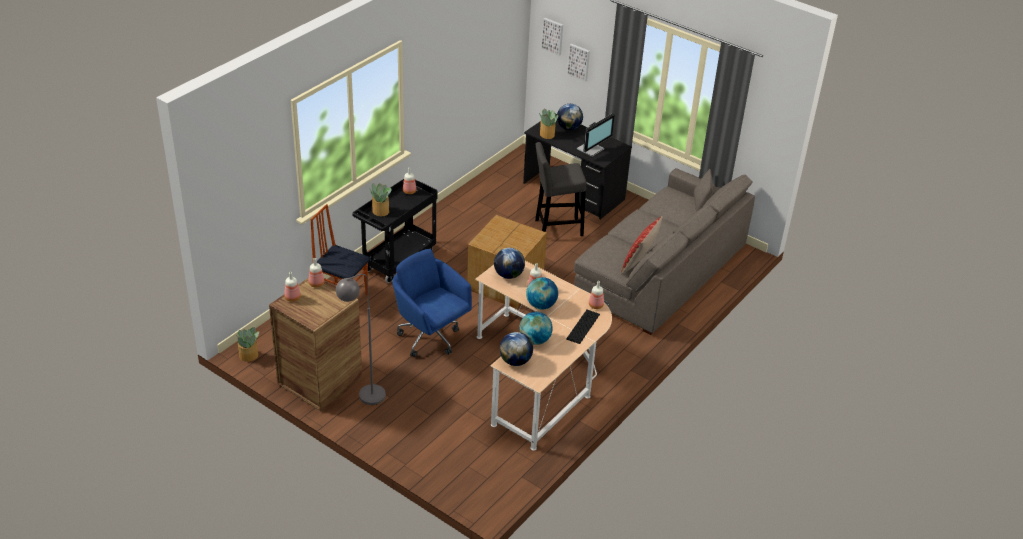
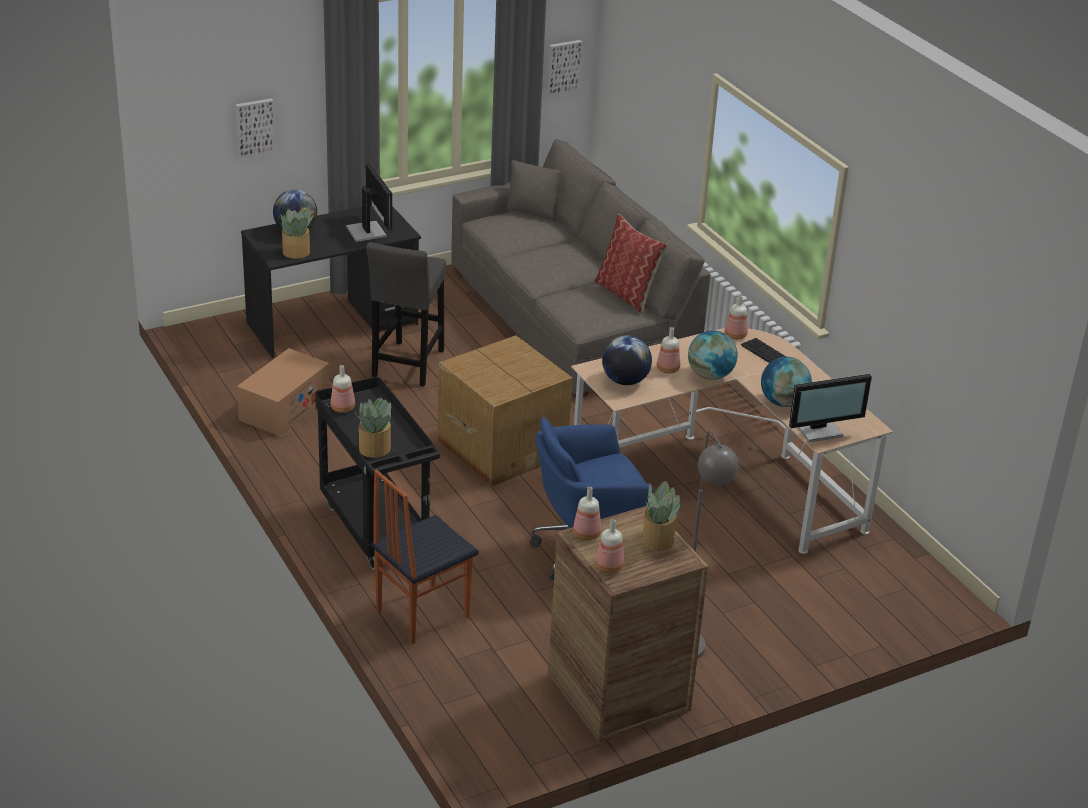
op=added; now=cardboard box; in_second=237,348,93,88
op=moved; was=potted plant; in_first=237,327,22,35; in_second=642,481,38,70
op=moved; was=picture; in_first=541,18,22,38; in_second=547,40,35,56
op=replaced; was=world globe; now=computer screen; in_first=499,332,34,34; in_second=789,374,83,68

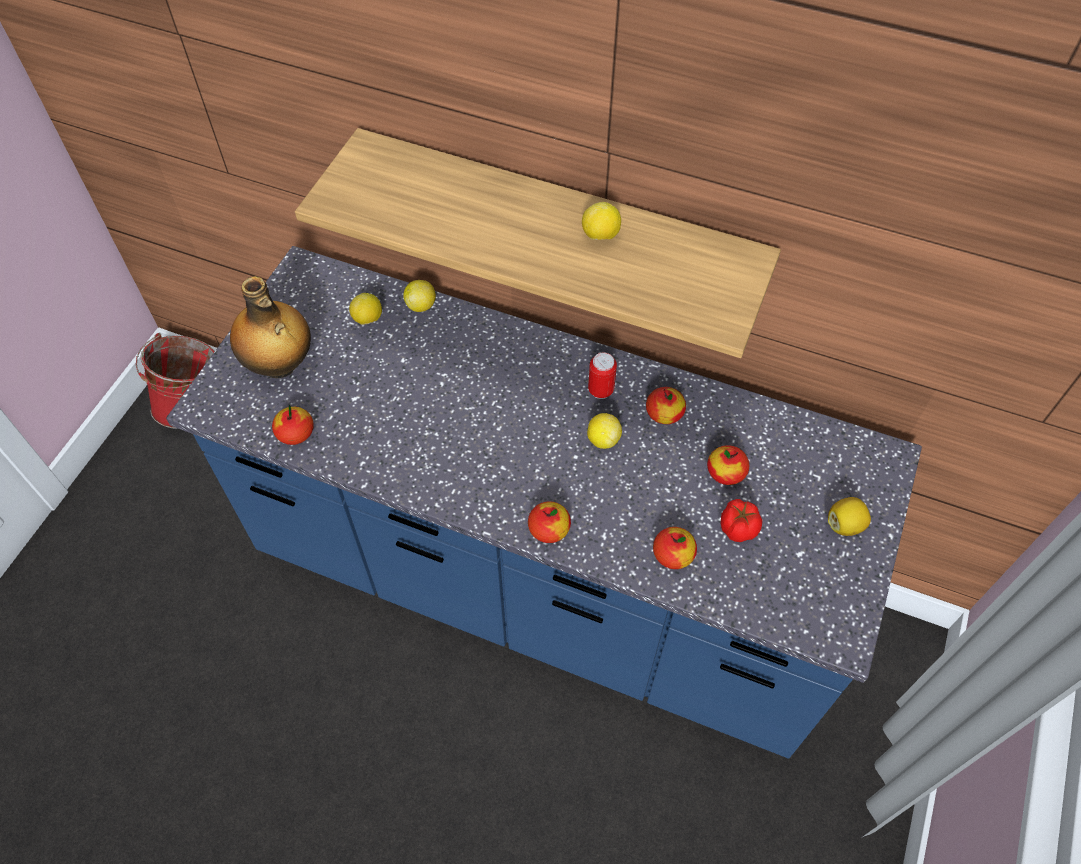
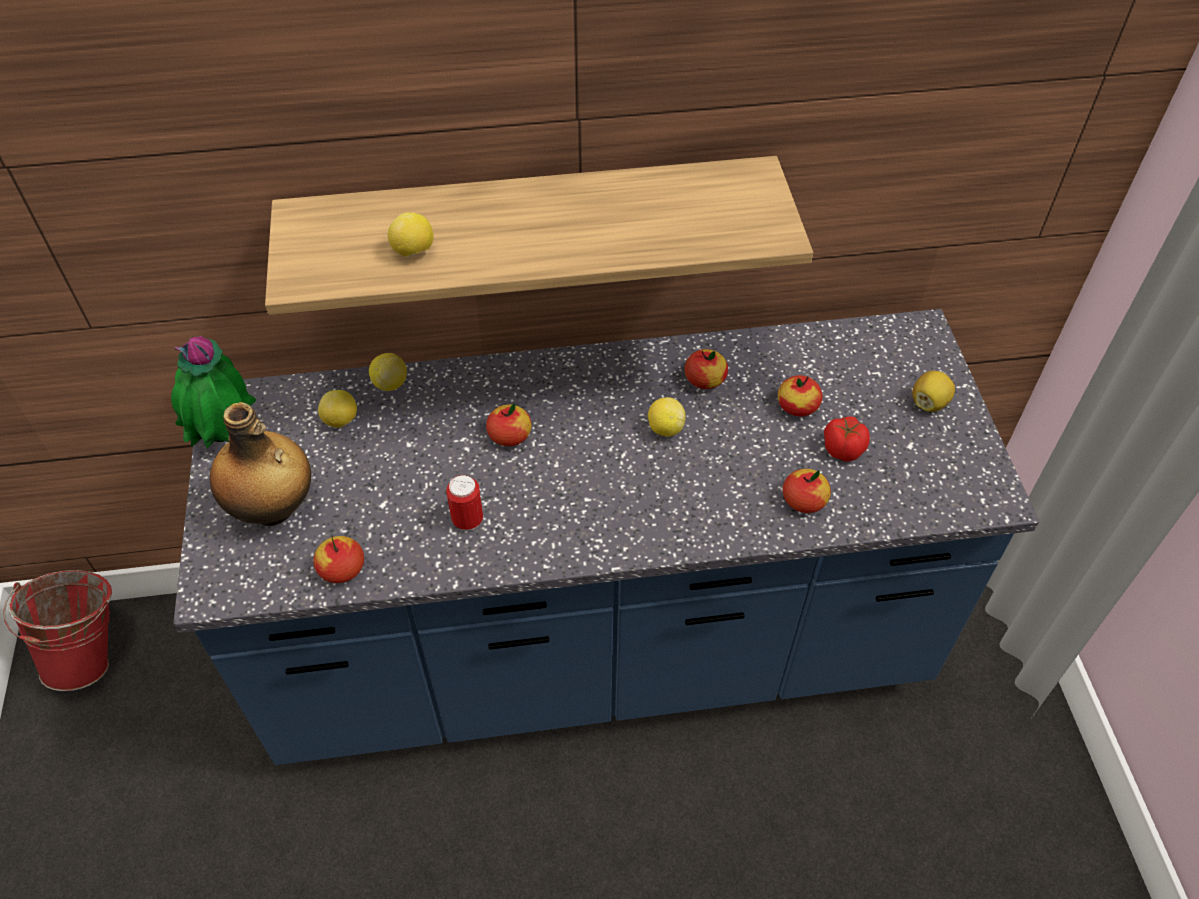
op=added; now=potted plant; in_second=171,336,85,113
op=moved; was=whole apple; in_first=528,501,43,42; in_second=486,404,46,42
op=moved; was=lemon; in_first=582,202,39,38; in_second=388,212,45,45
op=moved; was=can; in_first=588,353,29,46; in_second=446,475,37,56

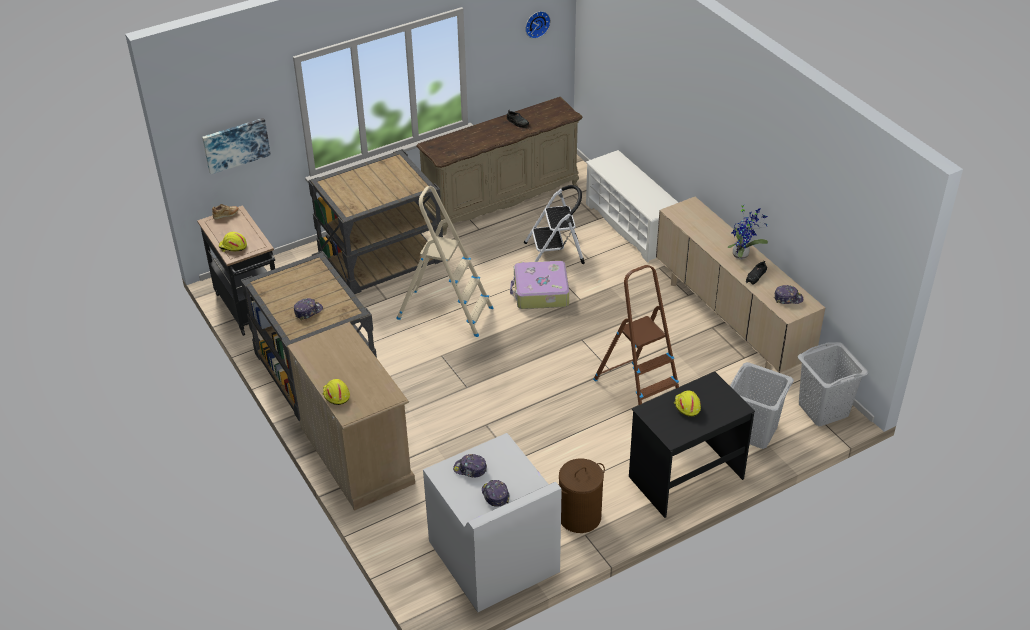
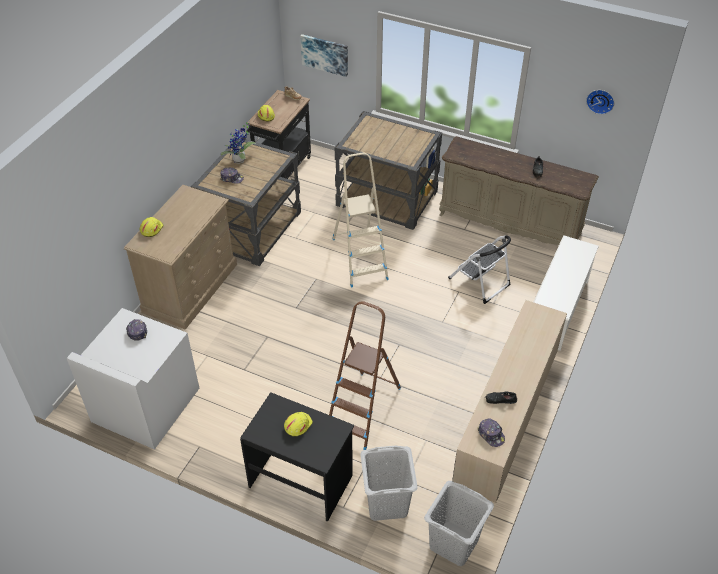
op=removed; was=peaked cap; in_first=482,480,27,27
op=removed; was=travel case; in_first=510,261,59,48
op=removed; was=hamper (brown-coloured); in_first=558,458,47,75
op=moved; was=potted plant; in_first=727,203,41,56; in_second=220,121,36,43

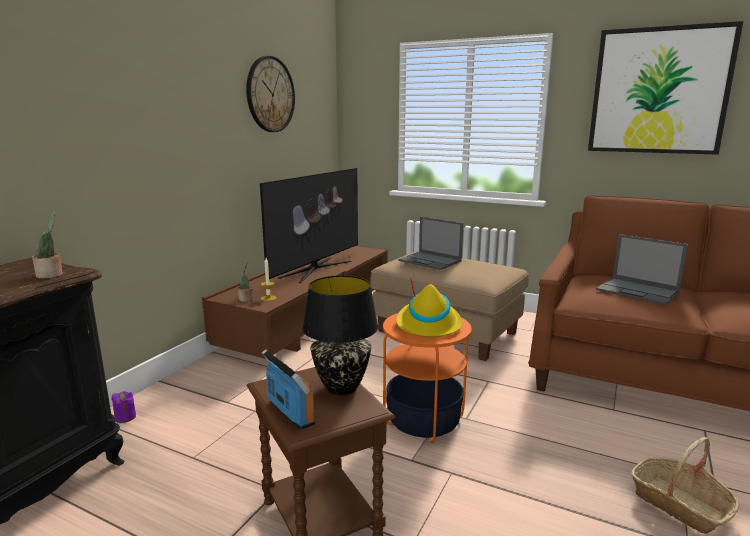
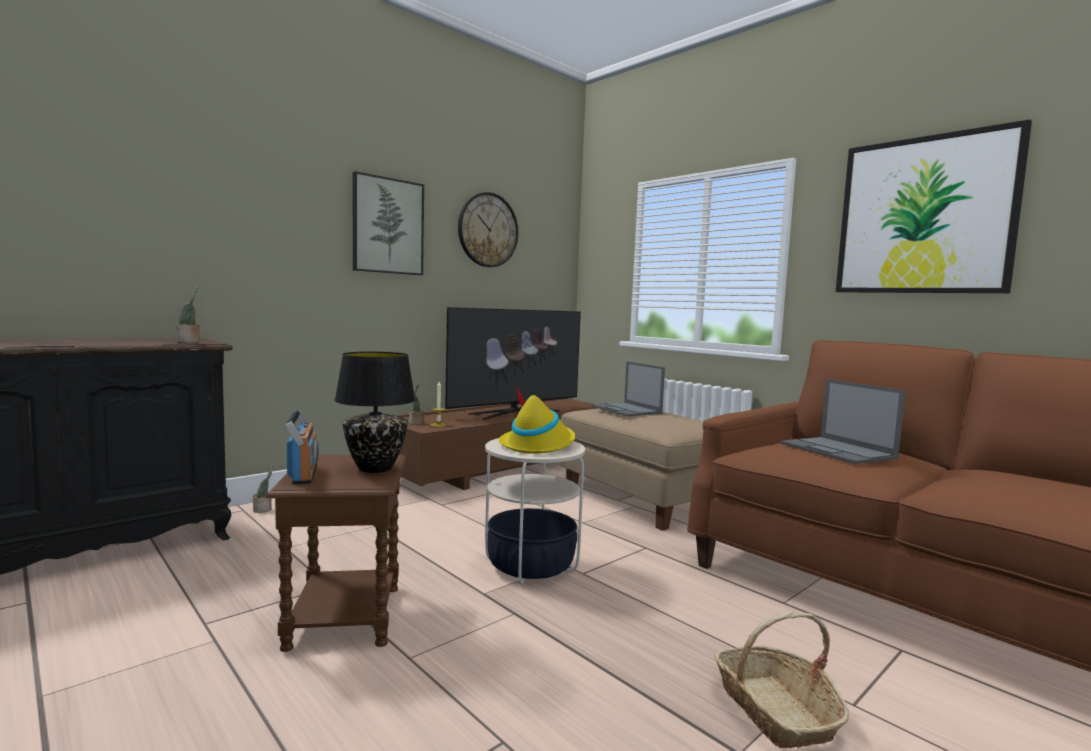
op=added; now=picture; in_second=353,171,71,104
op=replaced; was=wax light (purplish); now=potted plant; in_first=112,391,24,32; in_second=253,463,21,50
op=recoloured; was=end table (orange-coloured); now=end table (beige-coloured); in_first=383,313,89,130; in_second=485,438,100,147

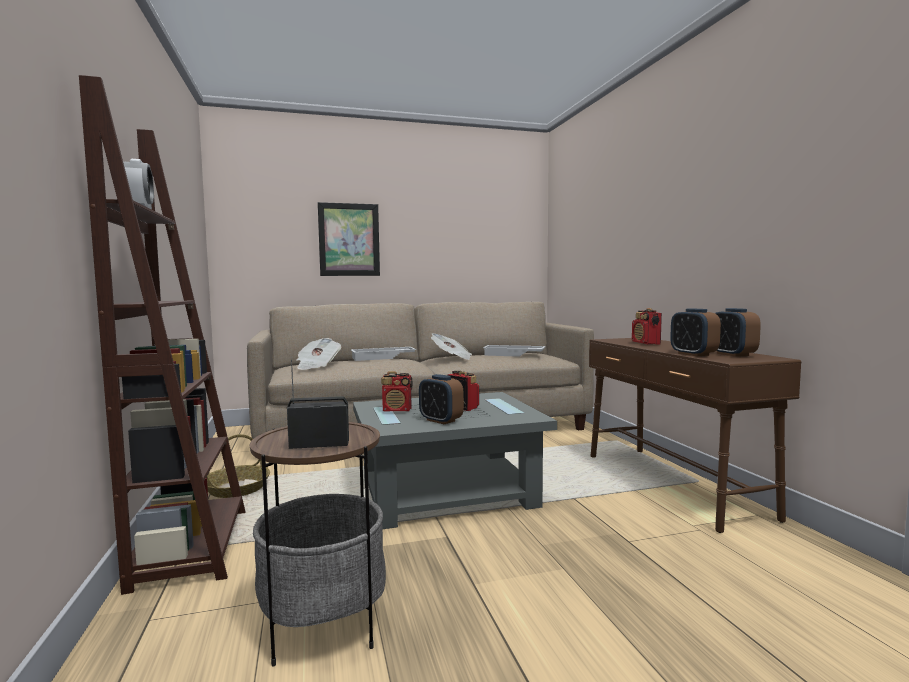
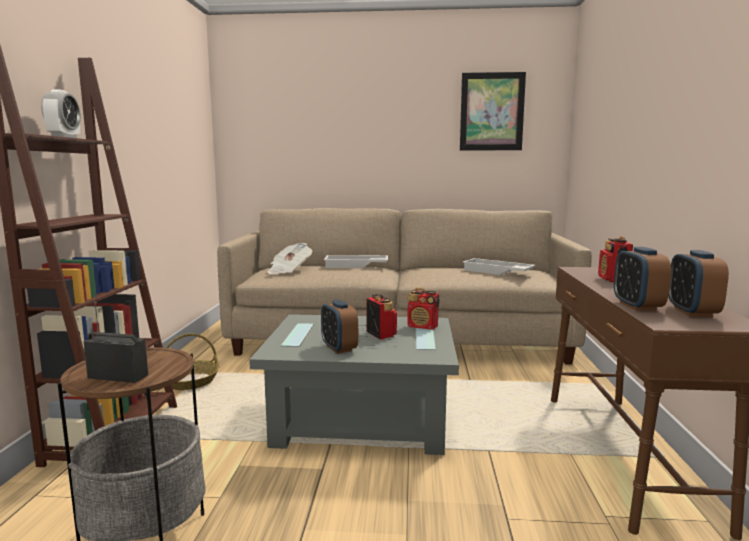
op=removed; was=newspaper; in_first=431,333,41,27
op=moved; was=picture; in_first=318,202,62,74; in_second=460,72,66,78
op=moved; was=radio set; in_first=381,371,32,40; in_second=408,287,31,42

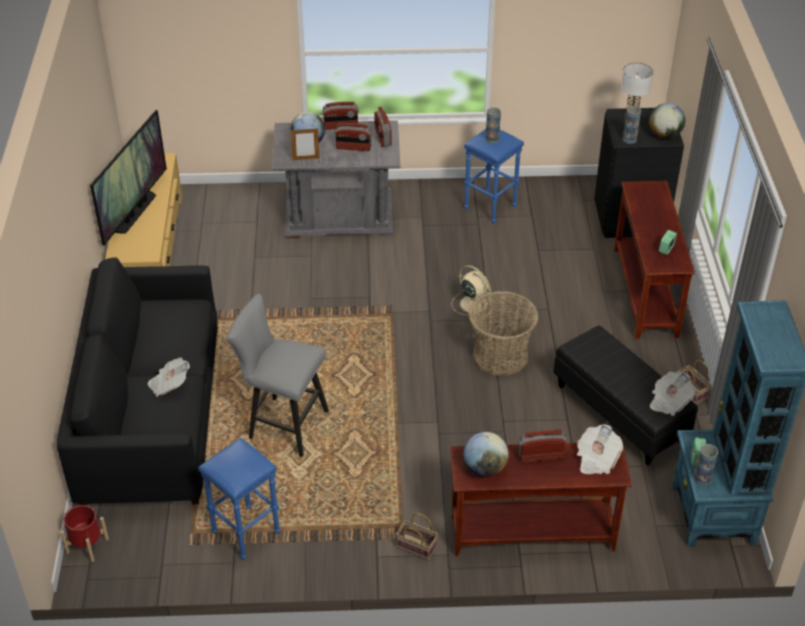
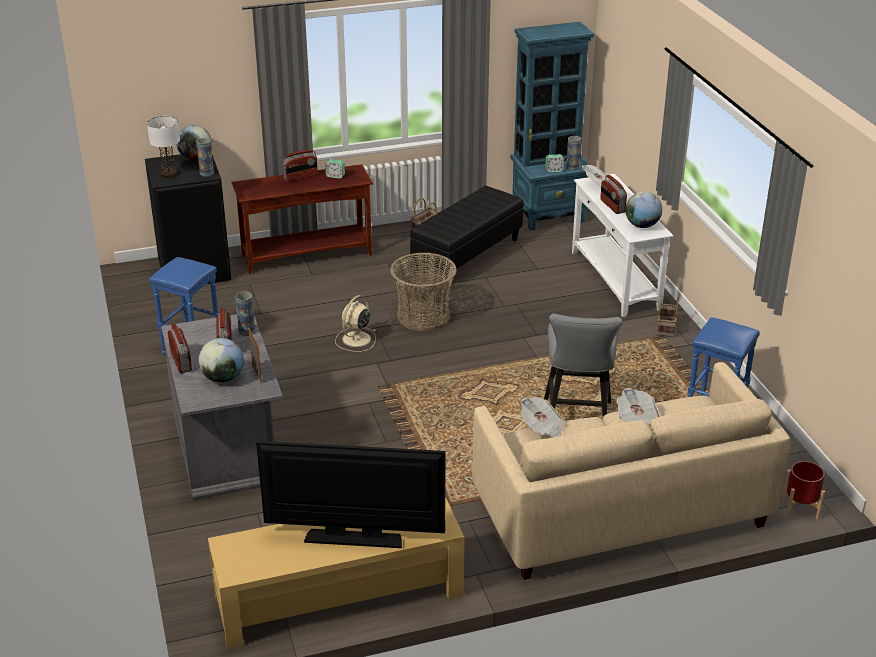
op=moved; was=radio set; in_first=375,107,17,40; in_second=282,149,36,33
op=moved; was=vase; in_first=486,107,15,37; in_second=235,292,20,44
op=moved; was=newspaper; in_first=650,372,45,44; in_second=520,397,44,41
op=recoloured; was=couch (black); now=couch (beige-coloured); in_first=57,257,161,248; in_second=472,362,319,218
op=recoloured; was=hall table (brown-coloured); now=hall table (whitish); in_first=450,443,182,113; in_second=572,174,101,143

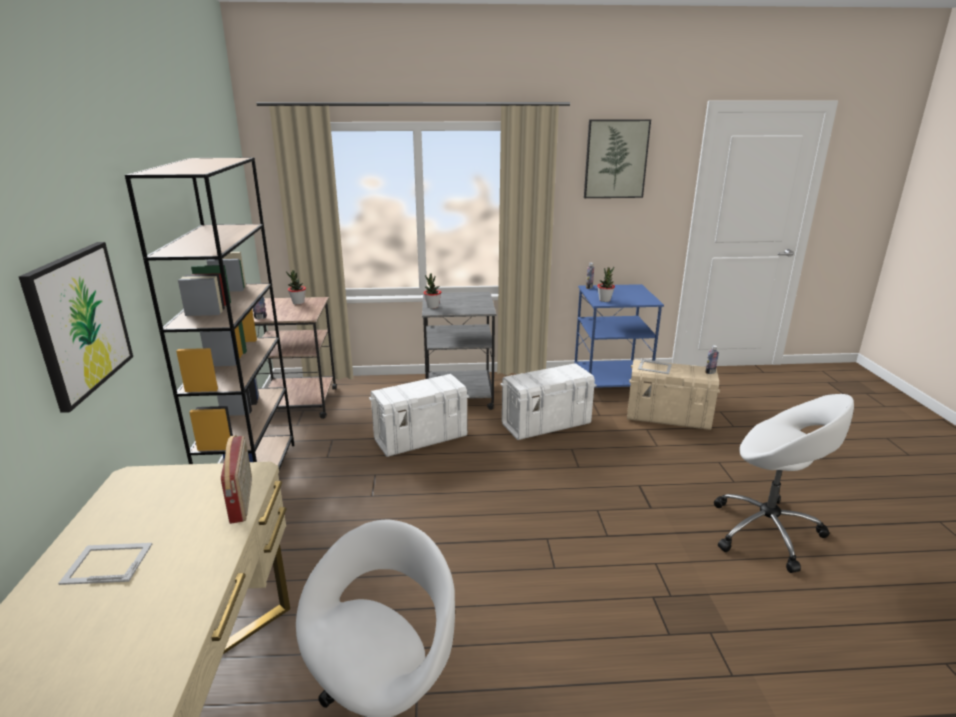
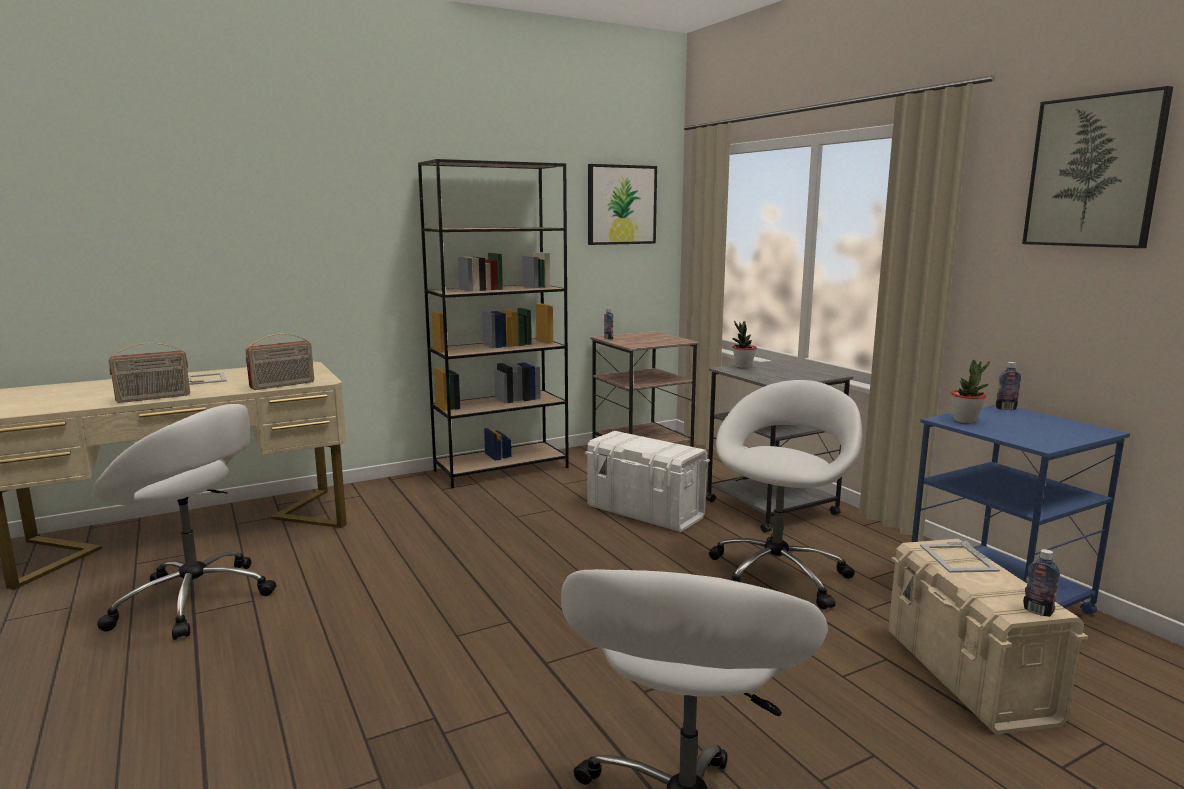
op=removed; was=potted plant; in_first=286,270,20,35
op=added; now=radio set; in_second=109,343,81,60
op=moved; was=picture; in_first=19,242,114,171; in_second=588,164,69,81
op=replaced; was=storage bin (whitish); now=computer chair (whitish); in_first=500,363,97,77; in_second=709,380,153,229

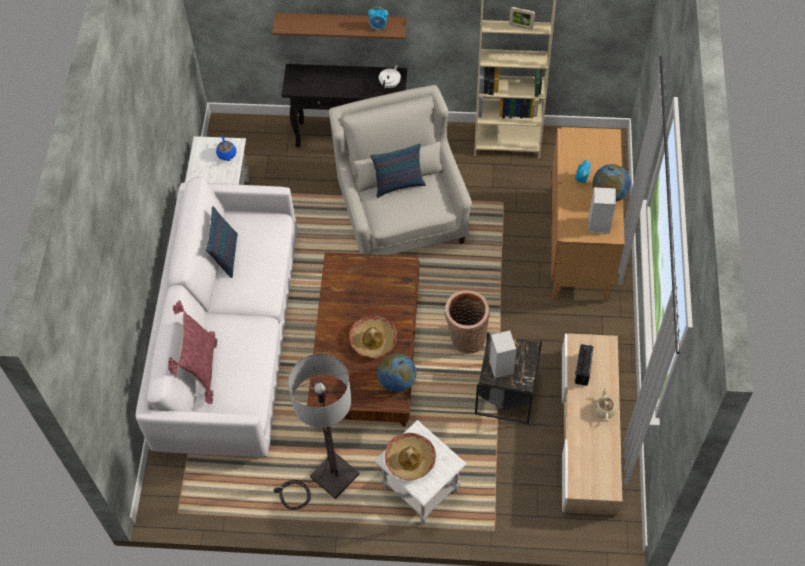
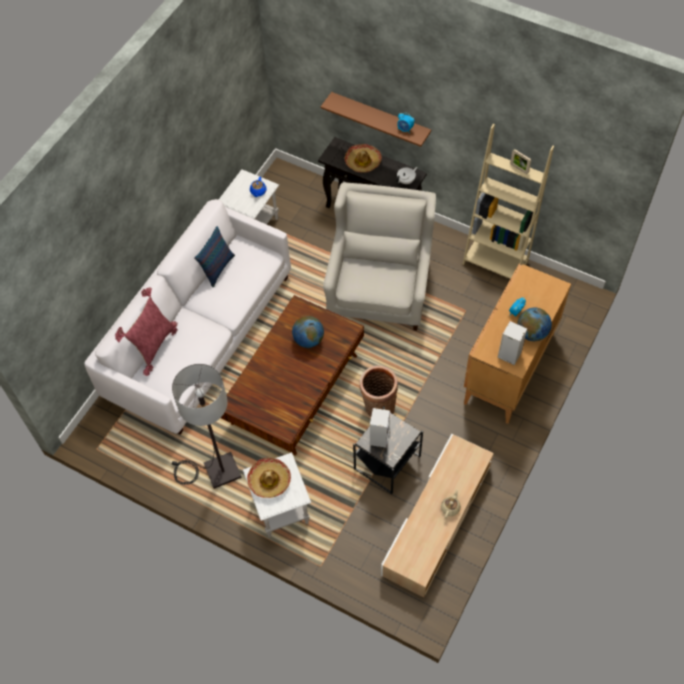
op=removed; was=cushion (blue-coloured); in_first=370,144,56,54
op=removed; was=radio set; in_first=575,344,18,42
op=moved; was=clothing hat; in_first=349,316,48,42; in_second=345,144,37,29
op=moved; was=world globe; in_first=377,353,39,39; in_second=292,316,32,32

